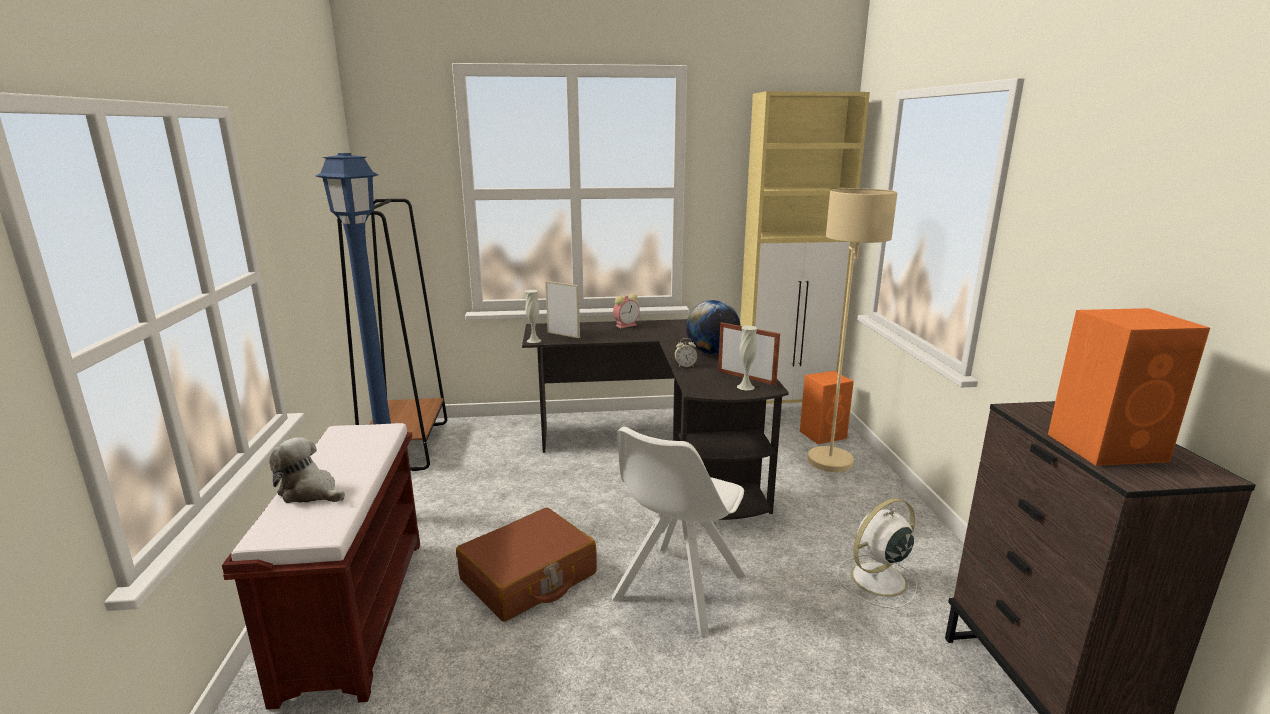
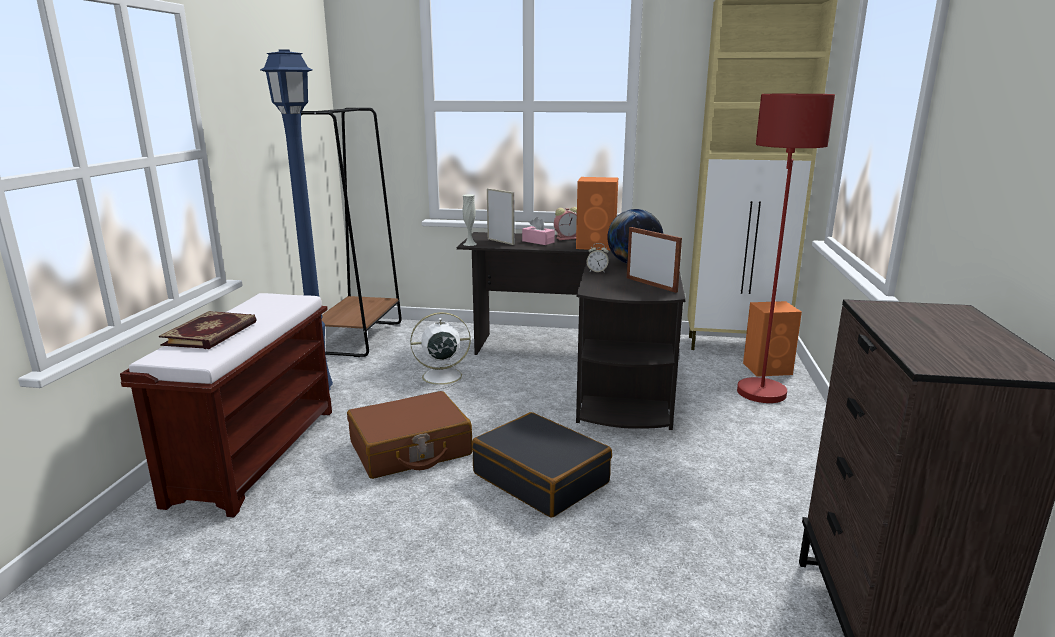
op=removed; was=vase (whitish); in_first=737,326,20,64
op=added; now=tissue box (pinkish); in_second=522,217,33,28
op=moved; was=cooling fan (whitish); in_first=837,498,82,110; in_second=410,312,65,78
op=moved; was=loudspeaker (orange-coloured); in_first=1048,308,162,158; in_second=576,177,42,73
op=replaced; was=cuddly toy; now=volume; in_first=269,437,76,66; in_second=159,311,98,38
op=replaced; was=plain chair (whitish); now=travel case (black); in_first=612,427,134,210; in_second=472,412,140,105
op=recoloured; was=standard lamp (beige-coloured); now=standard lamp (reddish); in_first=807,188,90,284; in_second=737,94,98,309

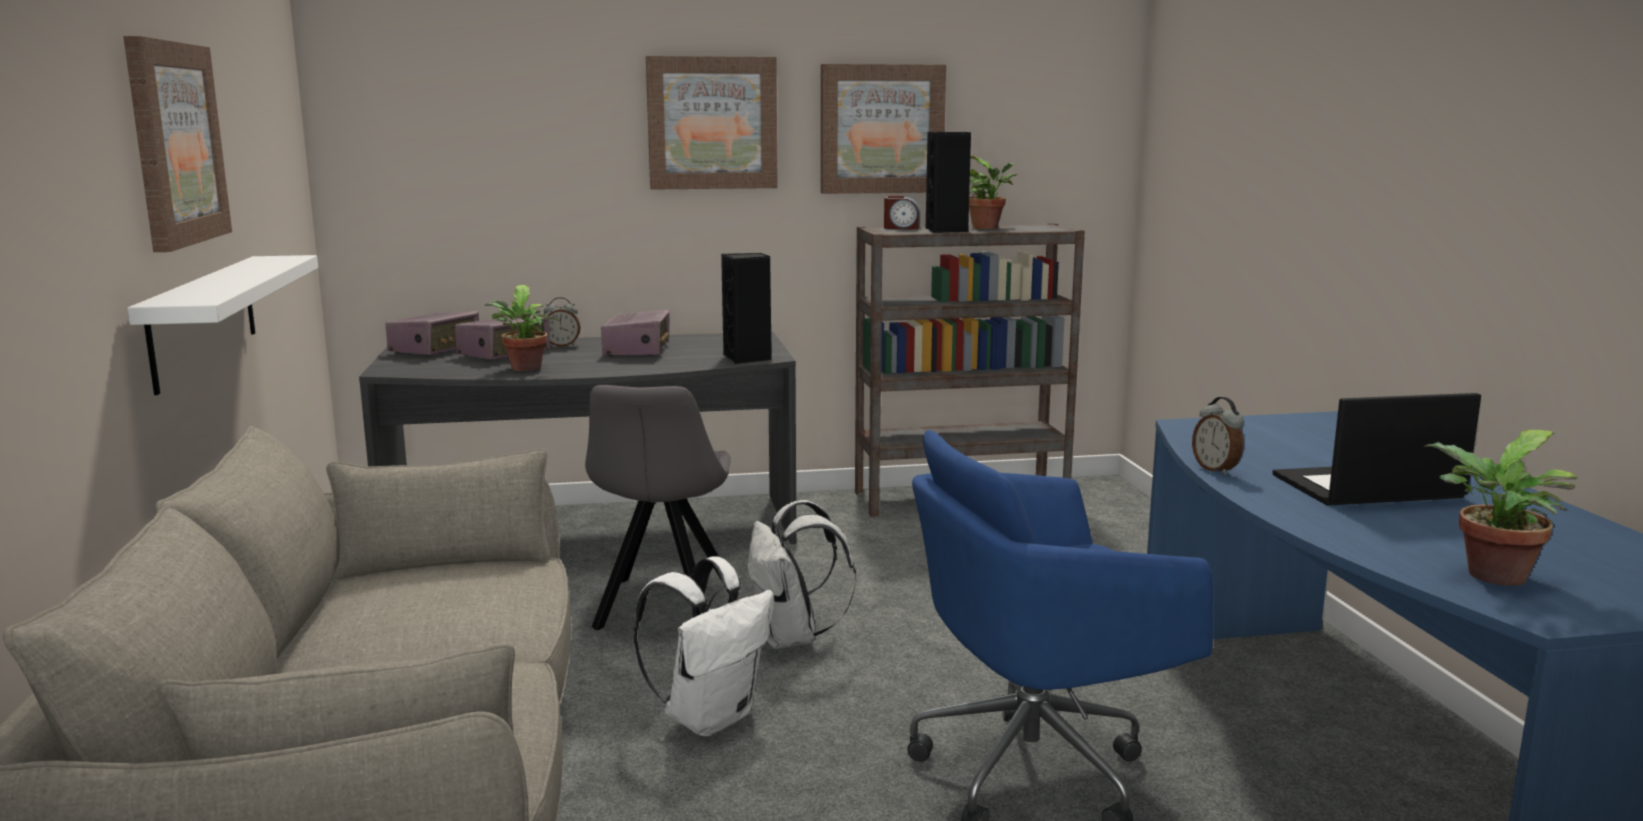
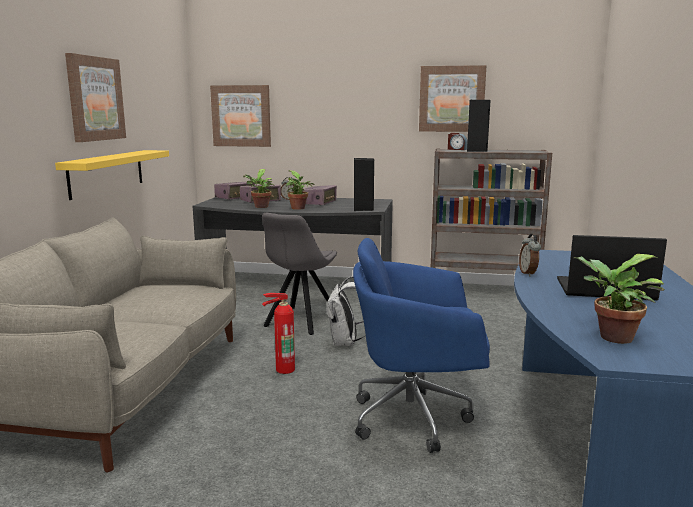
op=moved; was=picture; in_first=646,56,132,134; in_second=210,85,61,62
op=moved; was=potted plant; in_first=969,156,48,73; in_second=286,170,28,40
op=replaced; was=backpack (whitish); now=fire-fighting cylinder; in_first=634,556,140,180; in_second=262,293,33,81
op=recoloured; was=shelf (whitish); now=shelf (yellow-coloured); in_first=127,255,191,140; in_second=55,150,114,50

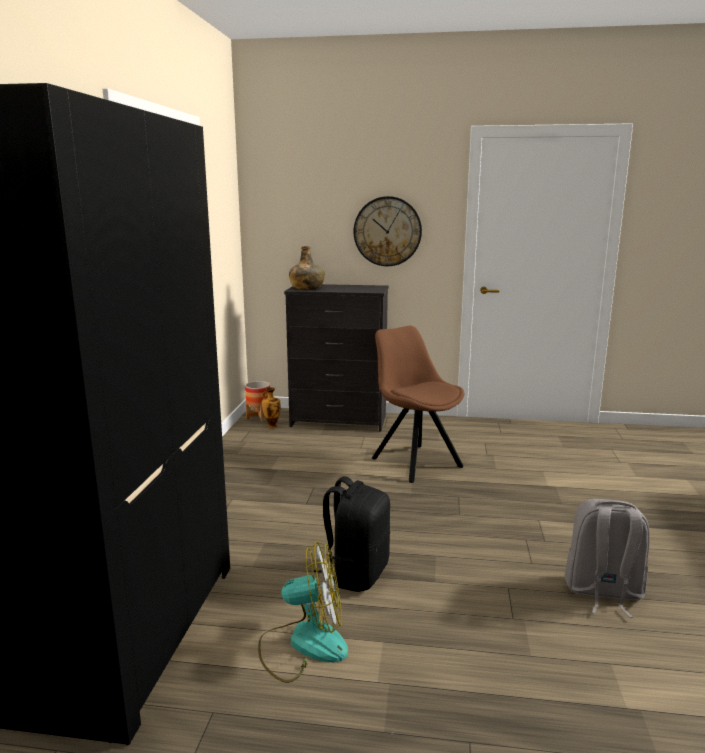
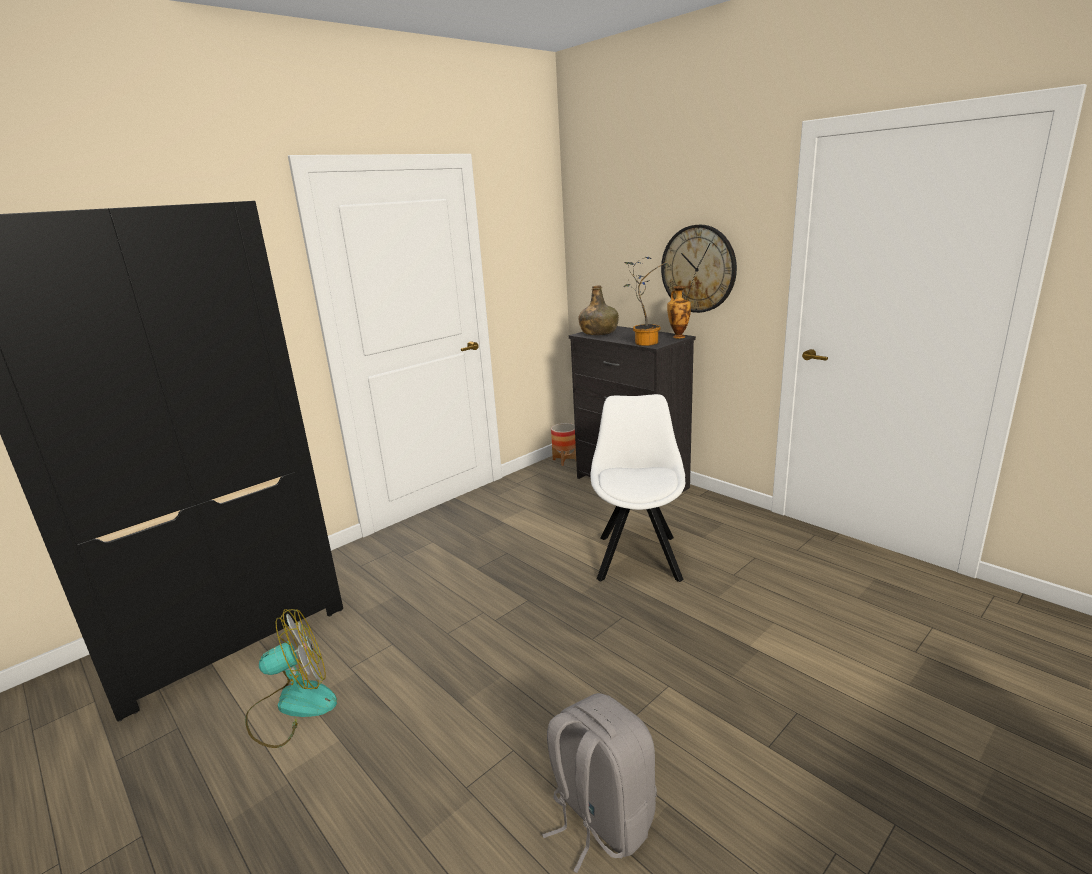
op=removed; was=backpack (black); in_first=314,476,76,116
op=added; now=potted plant; in_second=623,257,47,89
op=moved; was=vase; in_first=262,387,19,42; in_second=667,286,24,52
op=recoloured; was=plain chair (brown-coloured); now=plain chair (whitish); in_first=372,326,92,157; in_second=590,394,95,188
op=turned; was=cooling fan; in_first=258,541,90,142; in_second=245,609,92,139; clockwise=-60

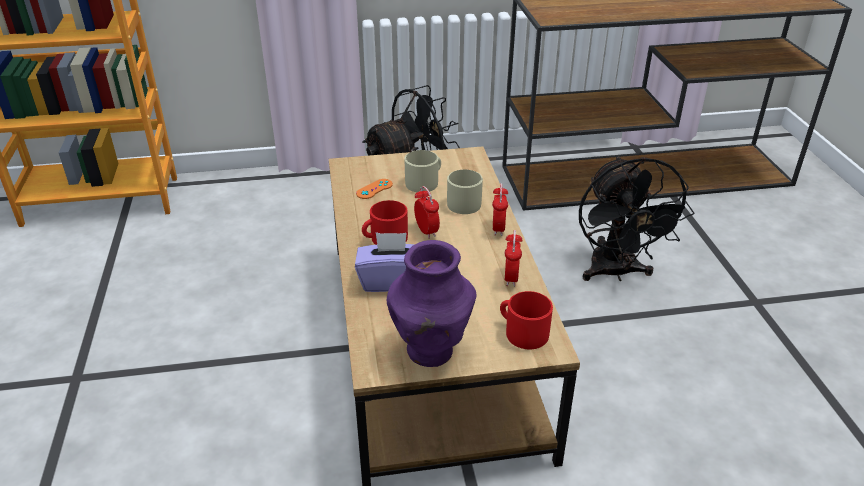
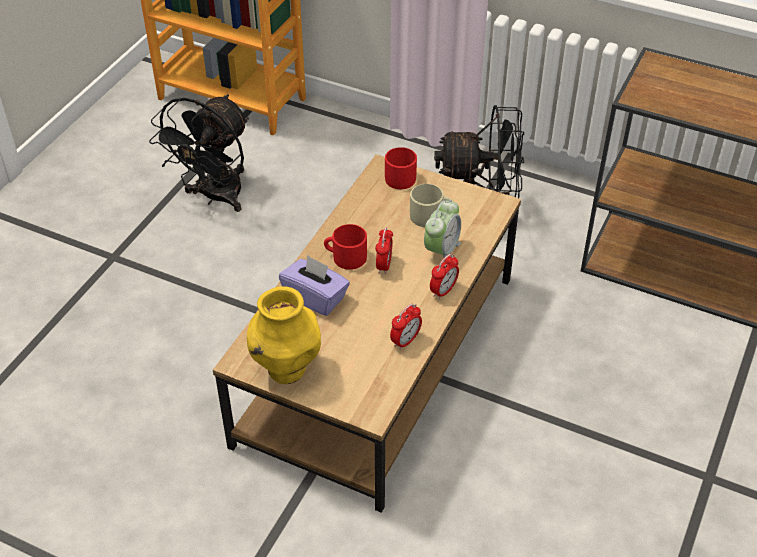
op=removed; was=gamepad (orange-coloured); in_first=356,179,37,20
op=moved; was=coffee mug (reddish); in_first=500,291,53,58; in_second=385,147,32,42
op=moved; was=cooling fan (black); in_first=579,156,115,125; in_second=149,94,100,118
op=replaced; was=coffee mug (beige-coloured); now=table clock; in_first=447,169,36,45; in_second=424,199,37,63
op=recoloured; was=vase (purplish); now=vase (yellow-coloured); in_first=387,240,89,127; in_second=247,286,74,98

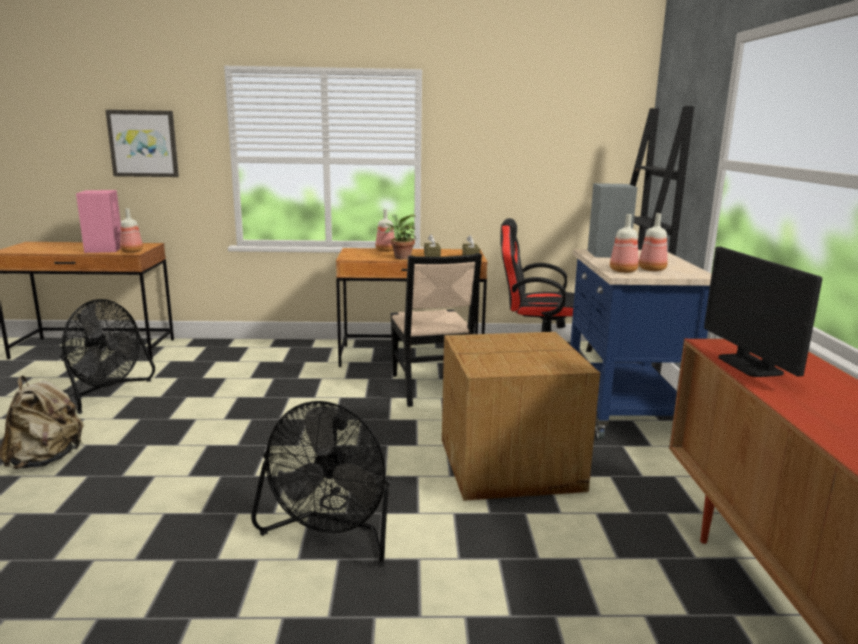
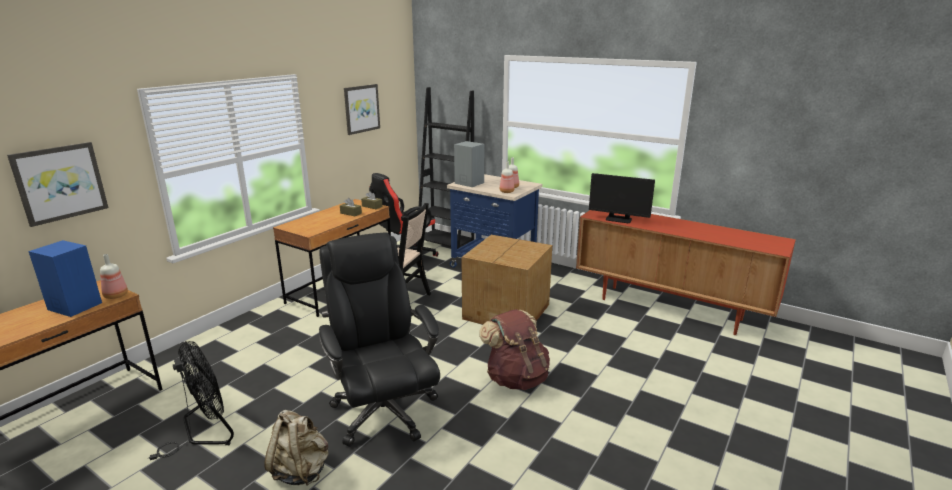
op=removed; was=drink bottle; in_first=375,209,20,43
op=removed; was=potted plant; in_first=385,214,32,46
op=added; now=computer chair (black); in_second=319,232,121,215
op=added; now=picture; in_second=344,84,36,51
op=replaced; was=cooling fan (black); now=backpack (brown-coloured); in_first=251,401,141,166; in_second=479,309,71,81
op=recoloured; was=loudspeaker (pinkish); now=loudspeaker (blue-coloured); in_first=76,190,45,63; in_second=28,240,74,77

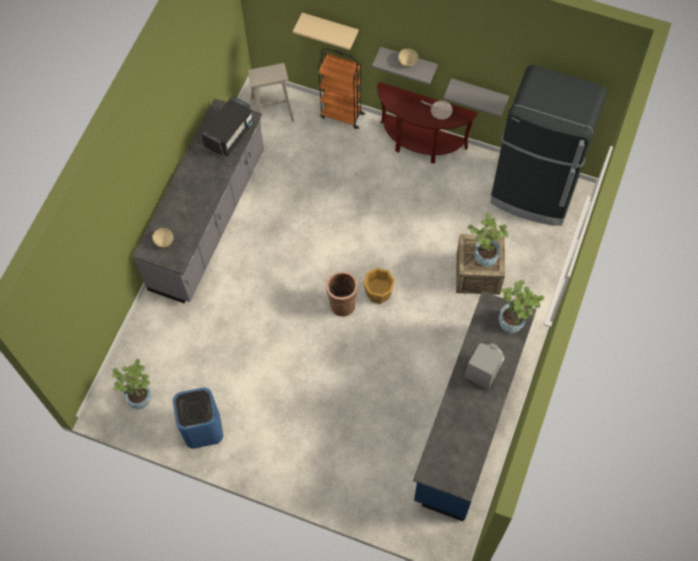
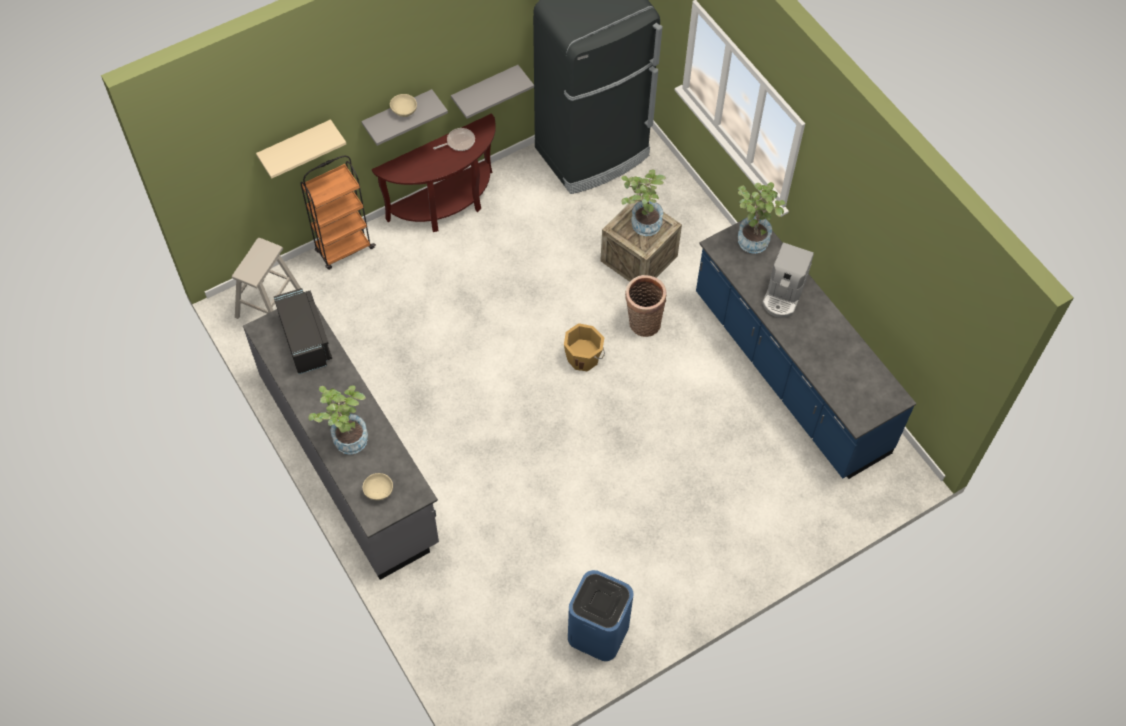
op=moved; was=potted plant; in_first=112,359,39,50; in_second=308,385,60,70
op=moved; was=household basket; in_first=326,271,32,46; in_second=625,275,41,62
op=turned; was=coffee maker; in_first=465,343,40,46; in_second=762,243,52,75; clockwise=-135

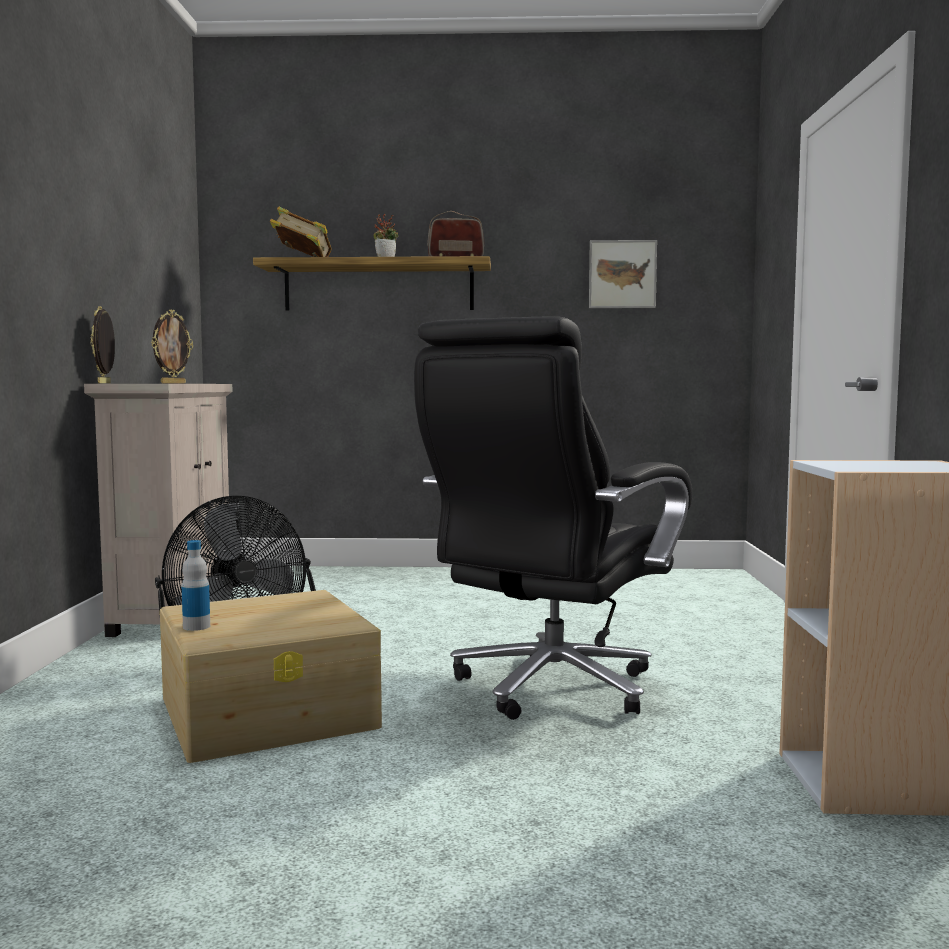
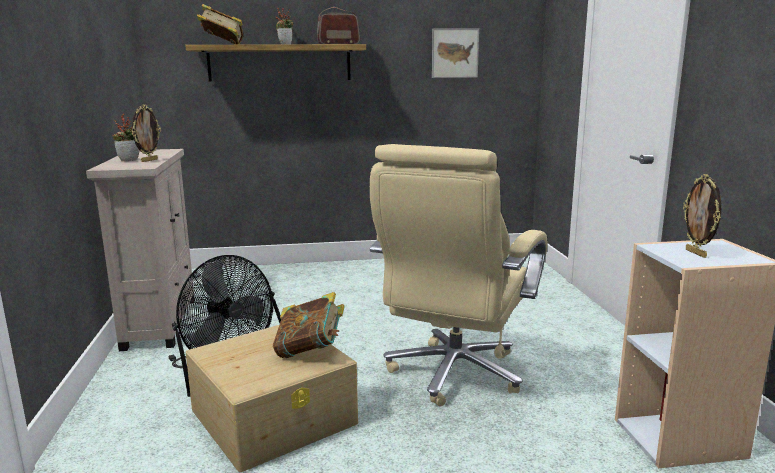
op=removed; was=drink bottle; in_first=181,540,29,91
op=added; now=potted plant; in_second=112,114,28,47
op=added; now=volume; in_second=273,292,72,66
op=moved; was=picture frame; in_first=90,306,25,77; in_second=683,174,39,84
op=recoloured; was=computer chair (black); now=computer chair (beige-coloured); in_first=414,316,278,404; in_second=370,144,177,262

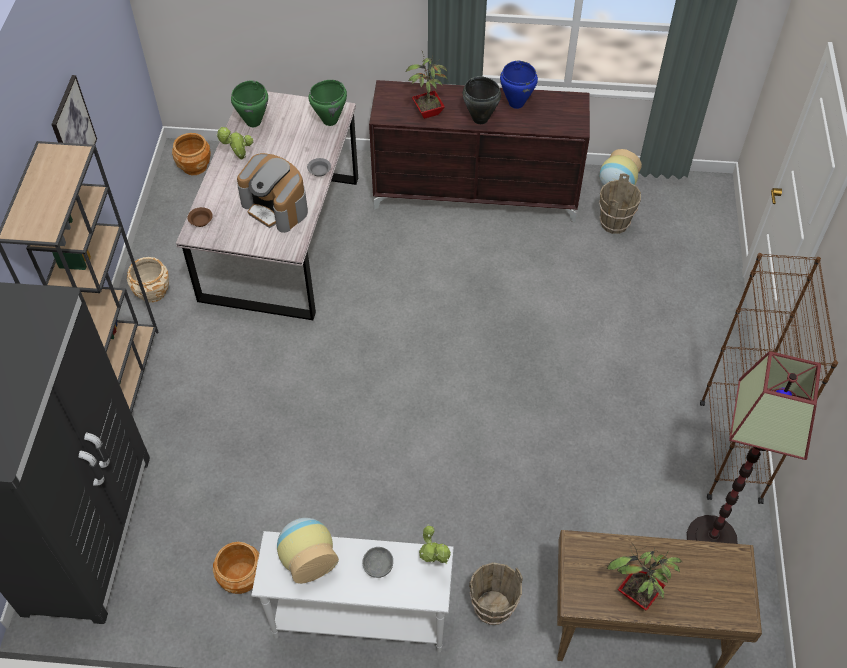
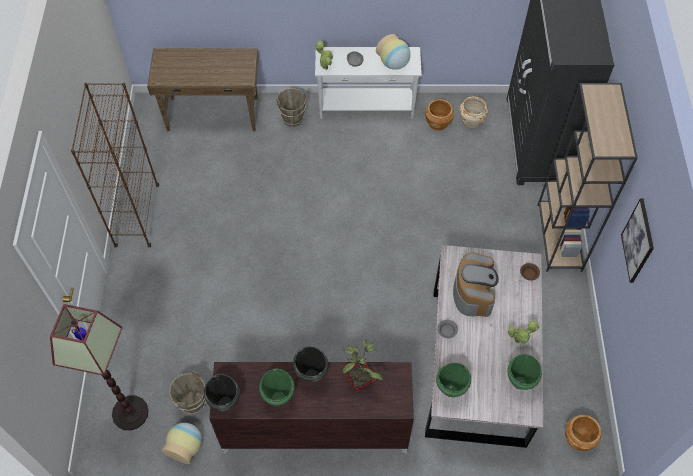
op=removed; was=potted plant; in_first=607,543,76,68
op=added; now=saucepot (black); in_second=204,374,36,37
op=moved; was=planter (beige-coloured); in_first=127,257,42,45; in_second=459,96,29,32
op=moved; was=standard lamp; in_first=687,351,134,193; in_second=50,304,99,126
op=recoloured; was=saucepot (blue-coloured); now=saucepot (greenish); in_first=500,61,38,48; in_second=259,369,36,37
op=turned; was=coffee maker; in_first=237,153,71,80; in_second=453,252,46,65; clockwise=60

